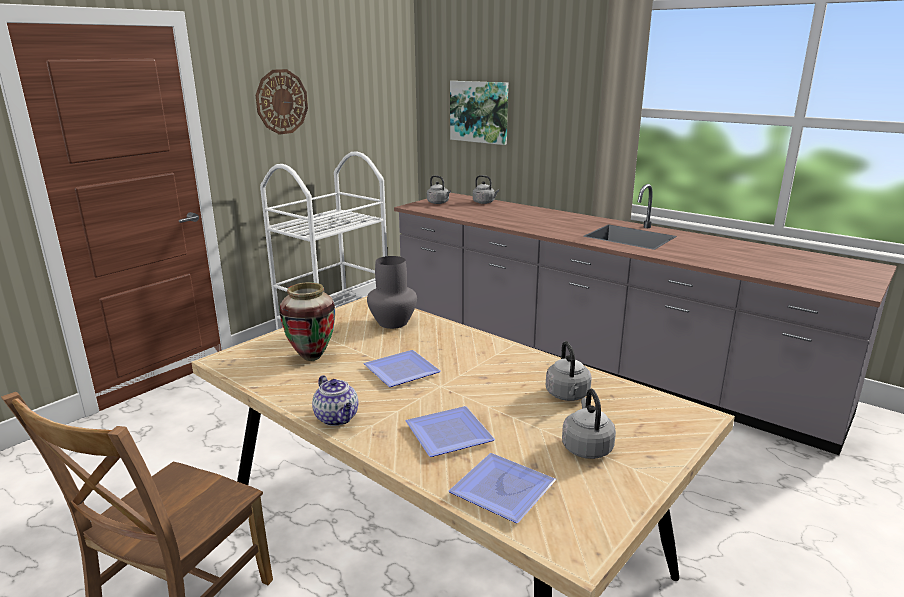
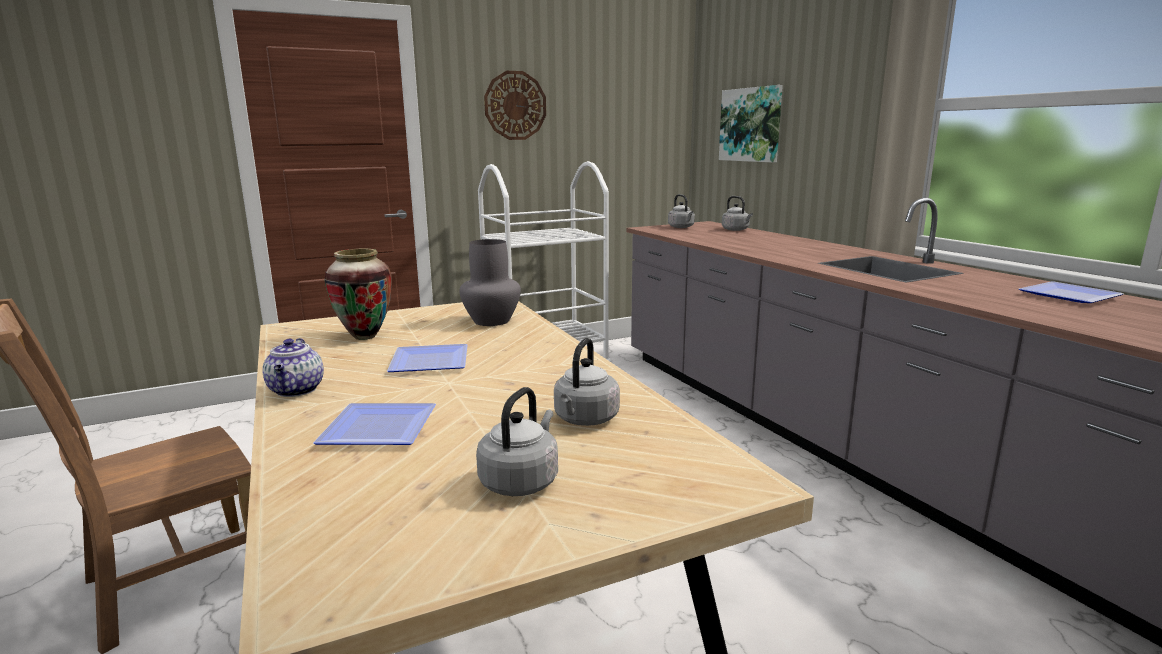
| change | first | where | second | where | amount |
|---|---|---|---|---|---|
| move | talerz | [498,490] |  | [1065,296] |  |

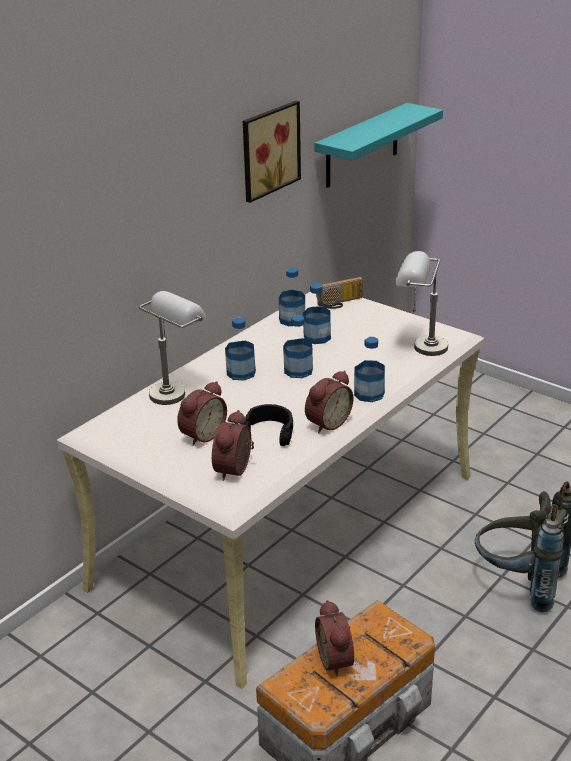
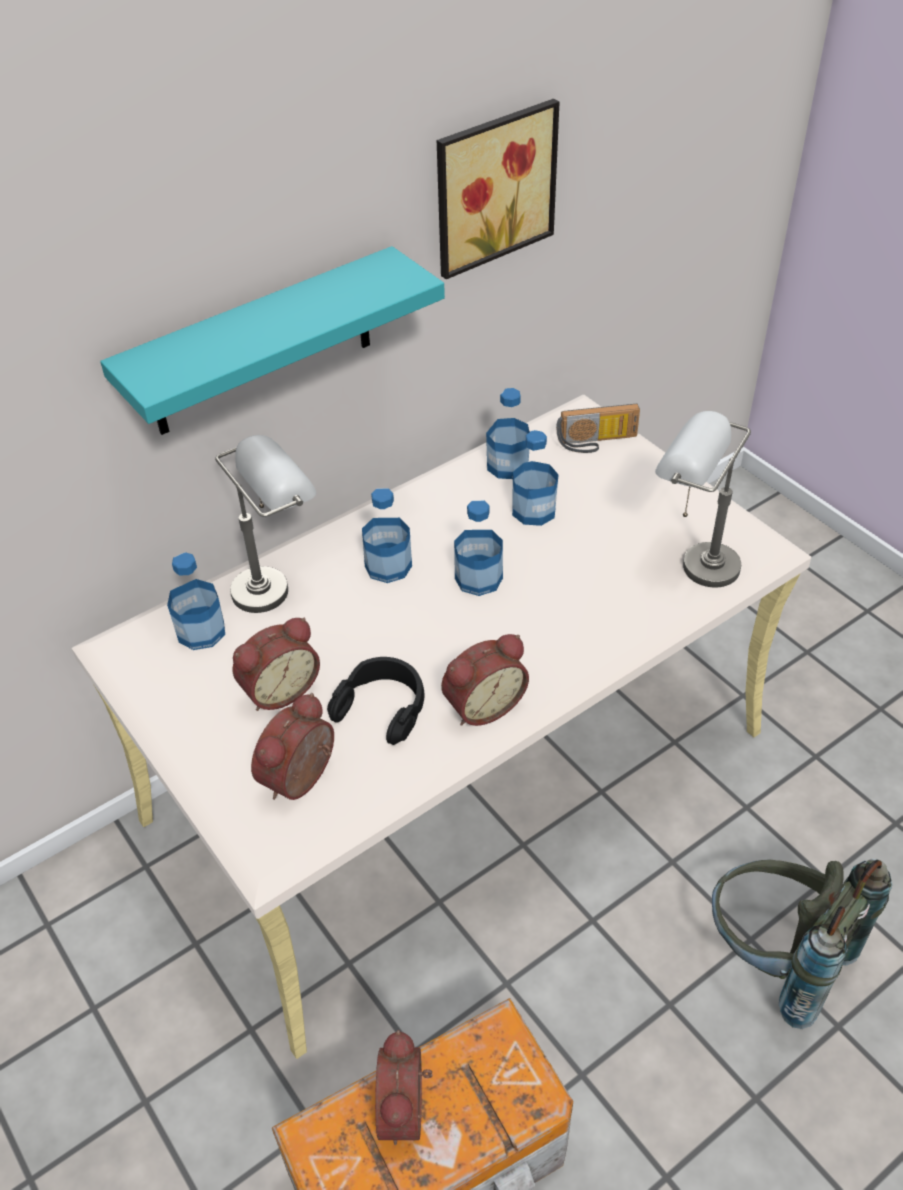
| change | first | where | second | where | amount |
|---|---|---|---|---|---|
| move | półka [turkusowy] | [362,146] |  | [261,344] |  |
| move | butelka | [369,394] |  | [201,631] |  |

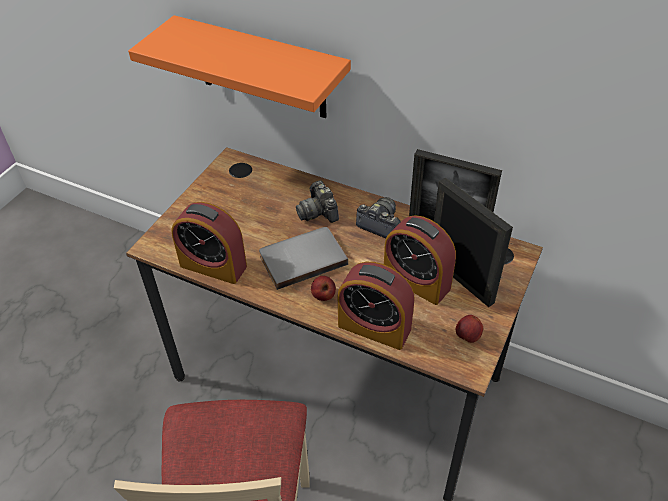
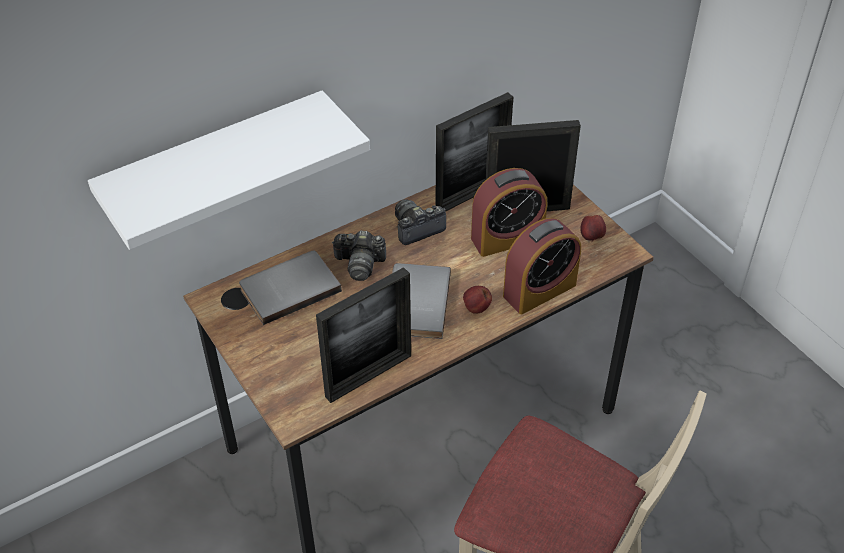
| change | first | where | second | where | amount |
|---|---|---|---|---|---|
| recolor | półka [pomarańczowy] | [261,68] | półka [biały] | [216,168] |  |
| insert |  |  | książka [szary] | [288,288] |  |
| replace | budzik | [213,266] | ramka na zdjęcie | [368,376] |  |

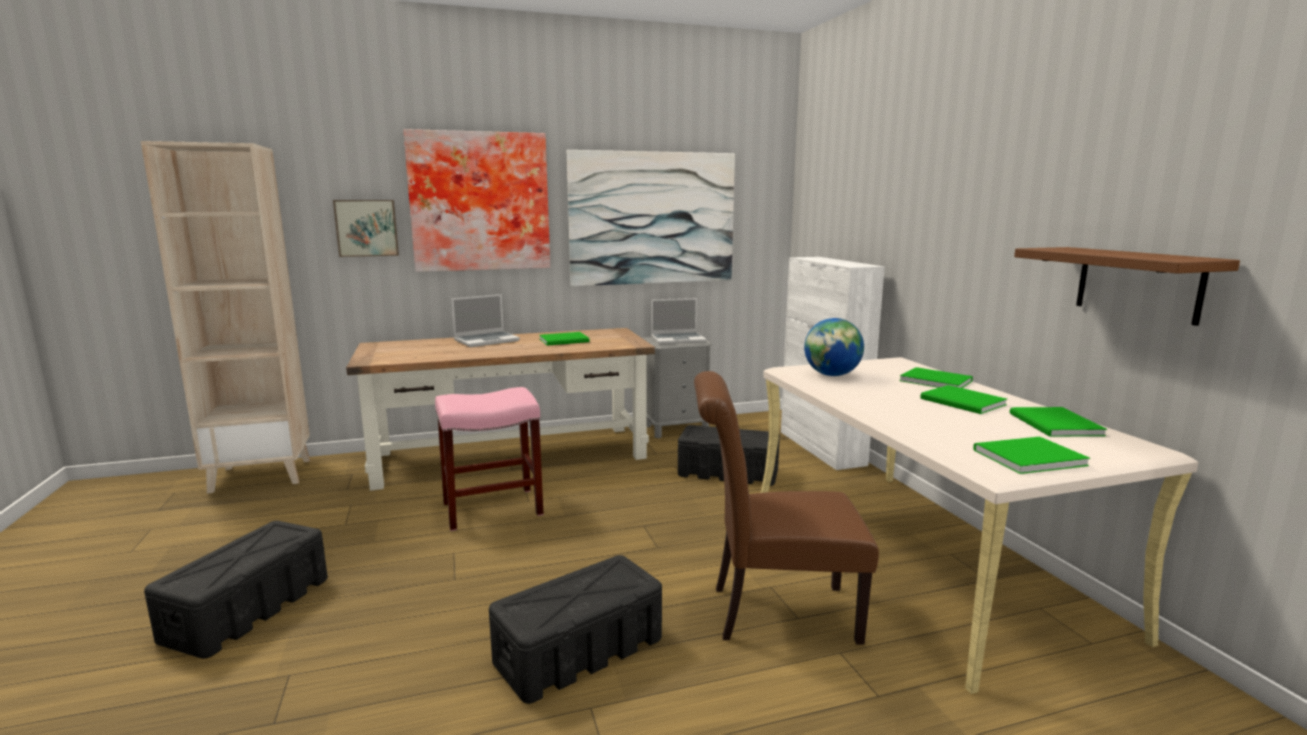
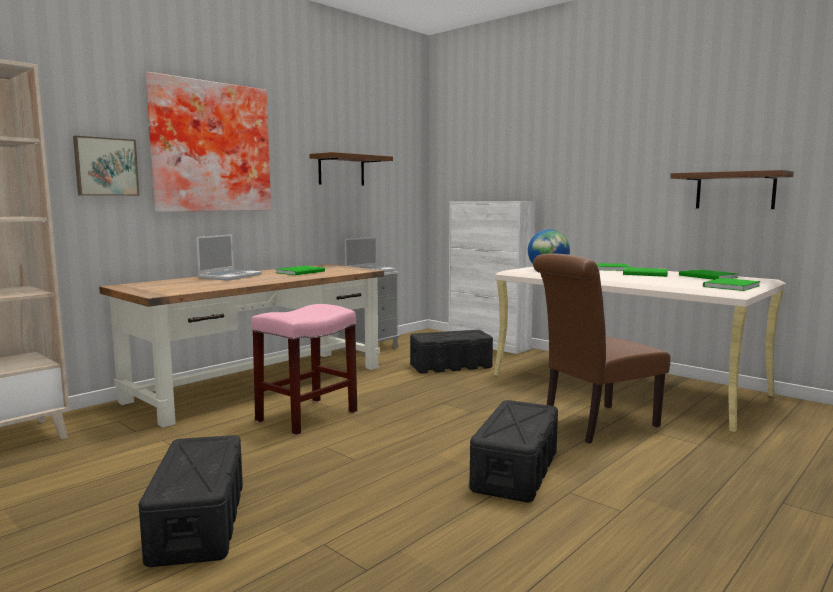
| change | first | where | second | where | amount |
|---|---|---|---|---|---|
| replace | obraz | [652,218] | półka [brązowy] | [341,170] |  |

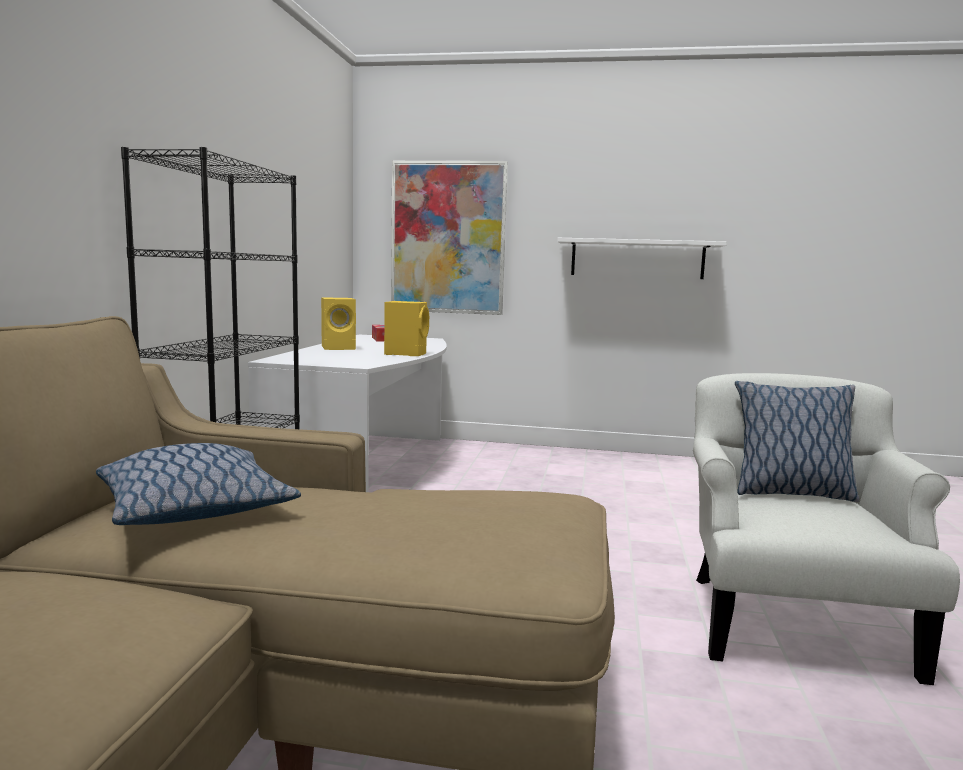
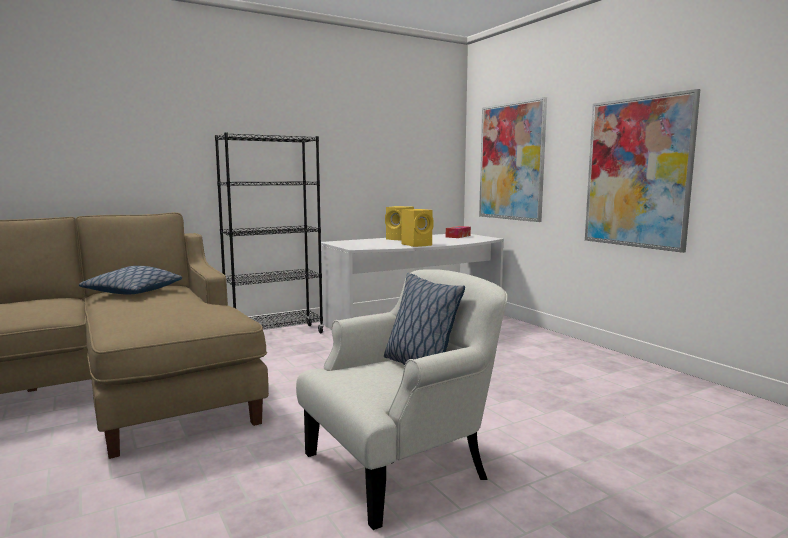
| change | first | where | second | where | amount |
|---|---|---|---|---|---|
| replace | półka [biały] | [637,259] | obraz | [637,173] |  |

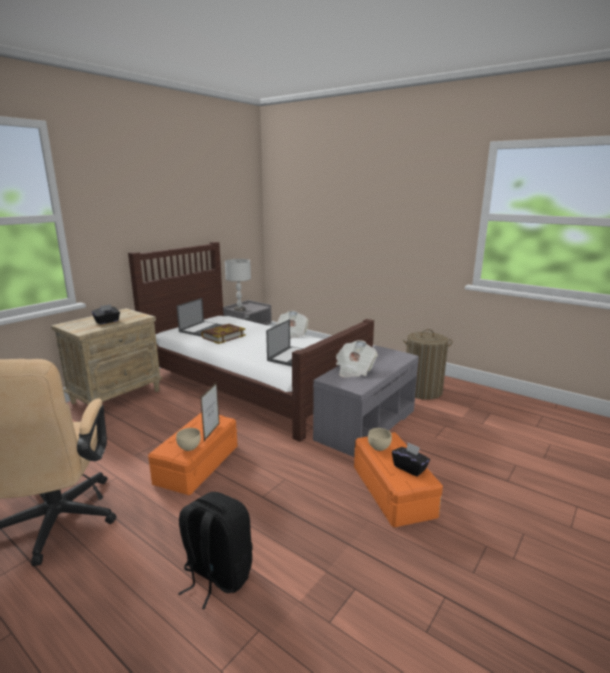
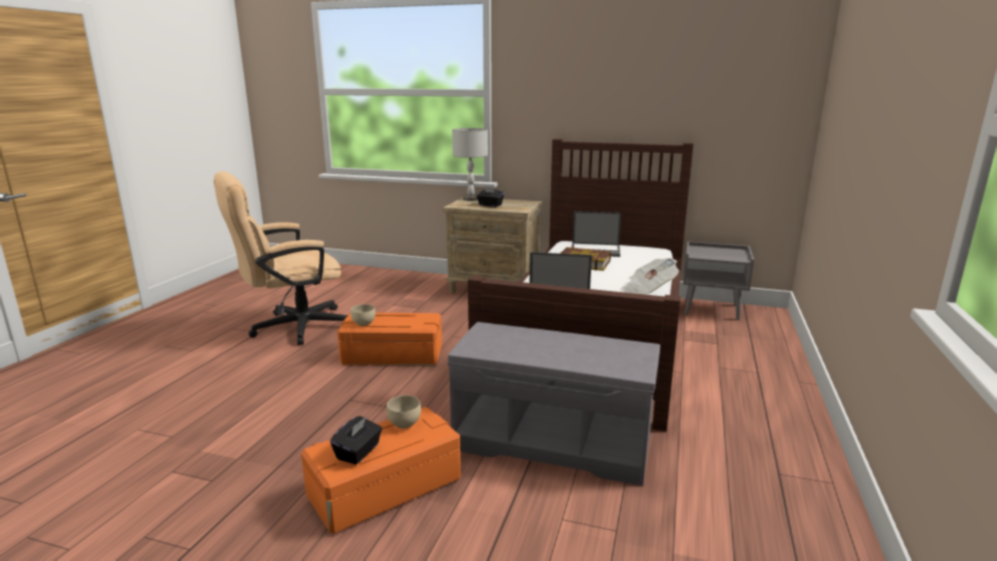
| change | first | where | second | where | amount |
|---|---|---|---|---|---|
| move | lampa stołowa [szary] | [239,309] |  | [470,199] |  |
| delete | plecak [czarny] | [216,575] |  |  |  |
| delete | ramka na zdjęcie | [212,432] |  |  |  |
| delete | gazeta | [354,370] |  |  |  |
| delete | kosz na pranie | [422,391] |  |  |  |

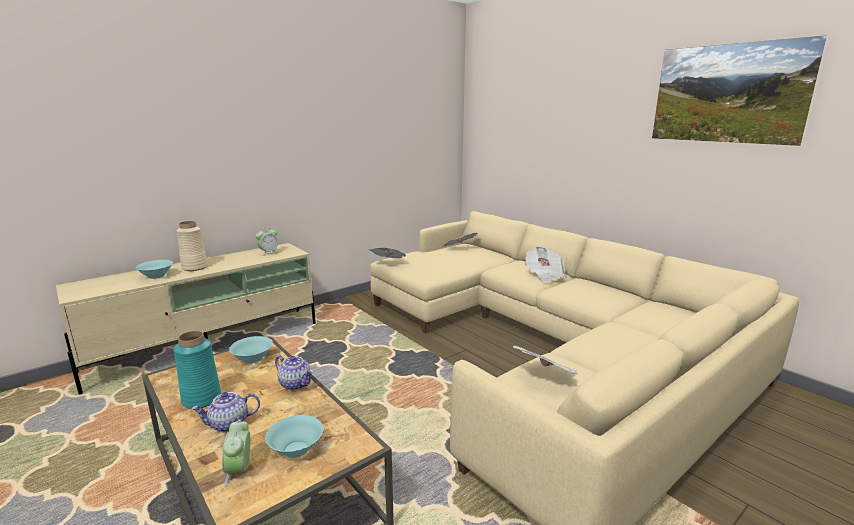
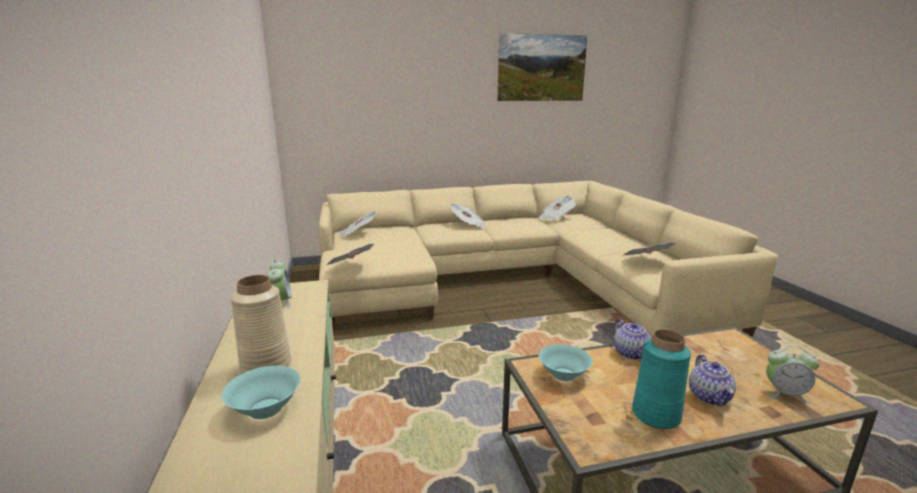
| change | first | where | second | where | amount |
|---|---|---|---|---|---|
| insert |  |  | gazeta | [555,217] |  |
| rotate | imbryk | [296,384] |  | [631,353] | 105 degrees clockwise |
| delete | miska [turkusowy] | [297,449] |  |  |  |

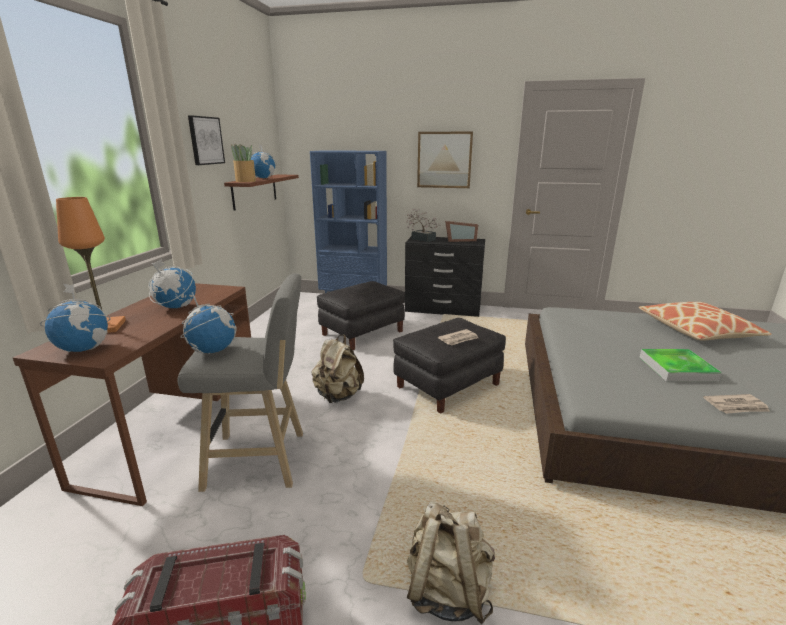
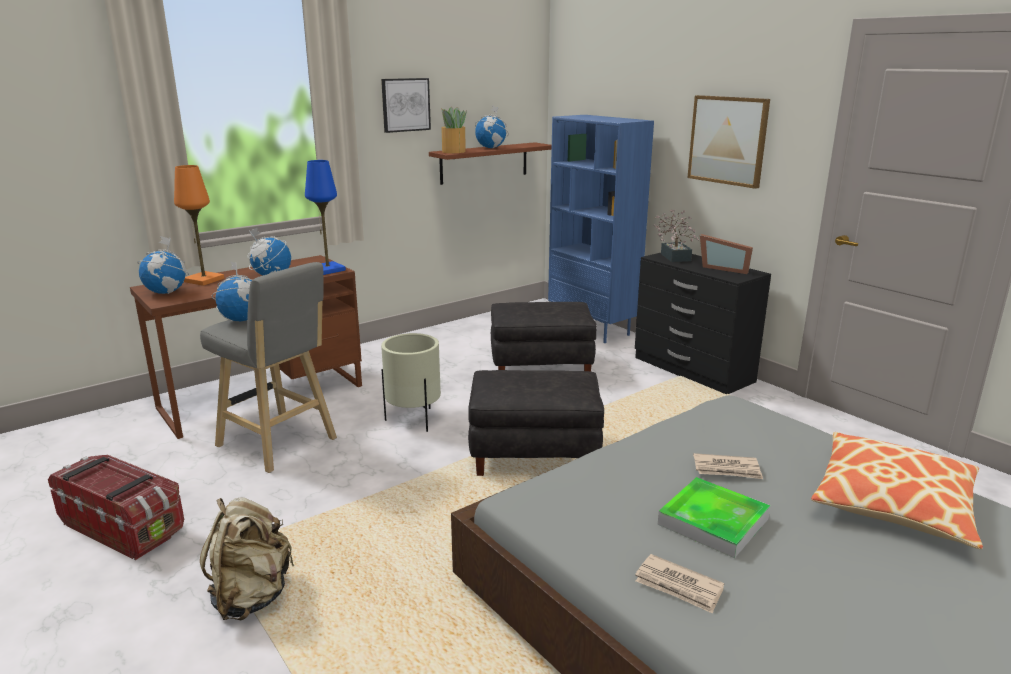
| change | first | where | second | where | amount |
|---|---|---|---|---|---|
| insert |  |  | lampa stołowa [niebieski] | [327,270] |  |
| replace | plecak [beżowy] | [338,396] | donica [beżowy] | [414,420] |  |
| move | gazeta | [459,339] |  | [727,469] |  |

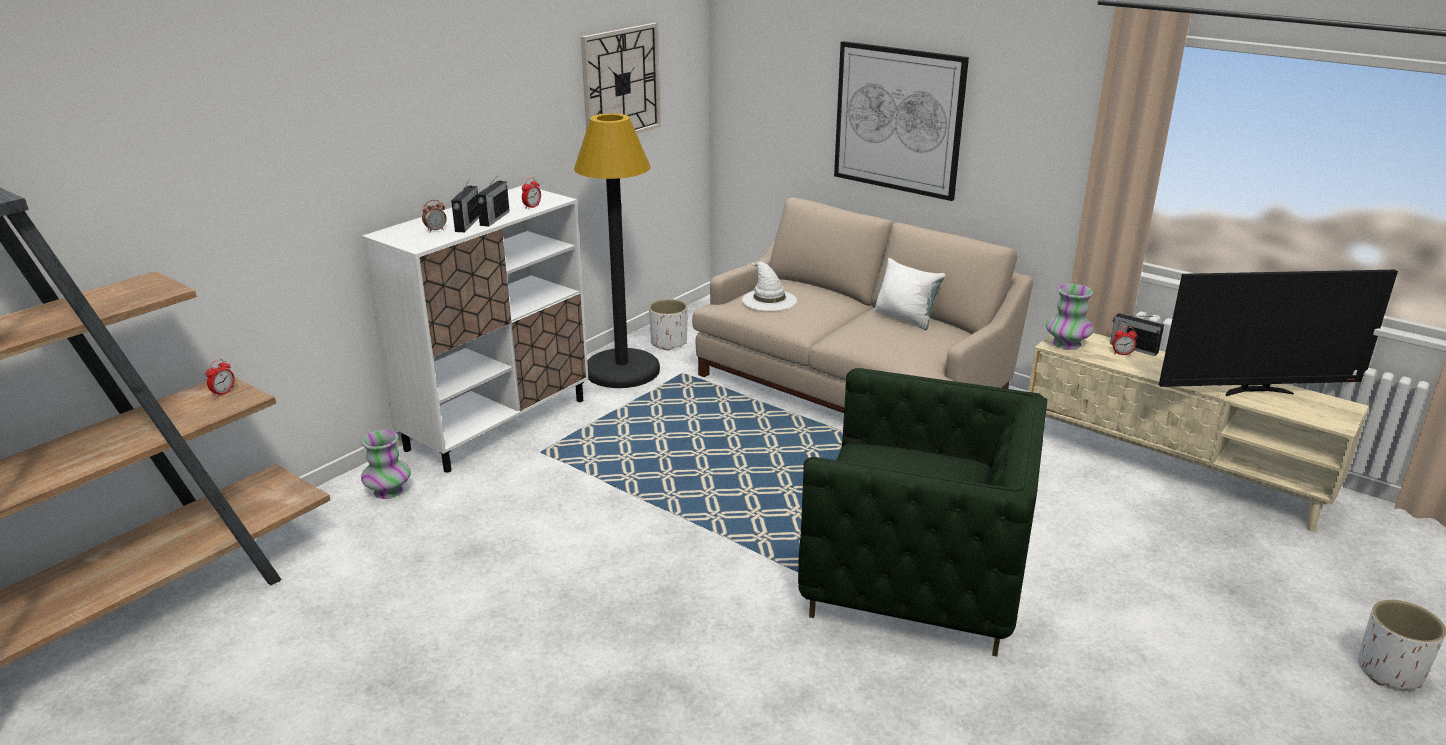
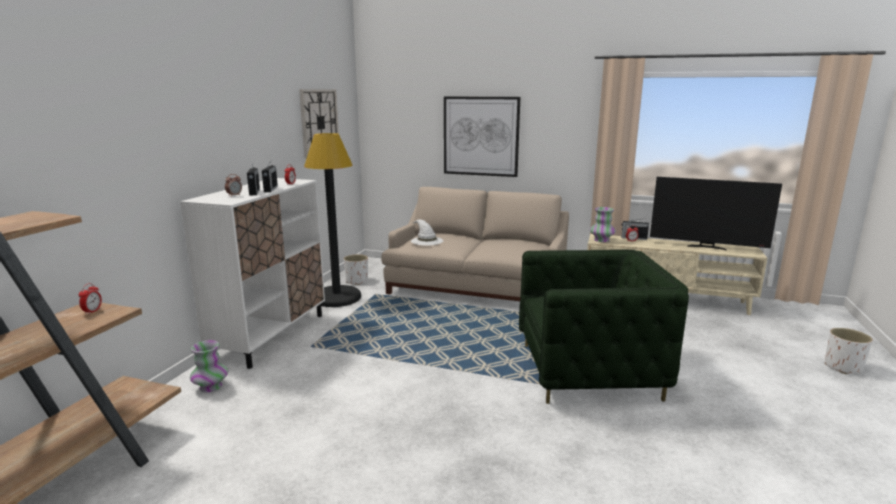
| change | first | where | second | where | amount |
|---|---|---|---|---|---|
| rotate | telewizor | [1256,391] |  | [706,247] | 45 degrees clockwise |
| delete | poduszka [biały] | [905,318] |  |  |  |

